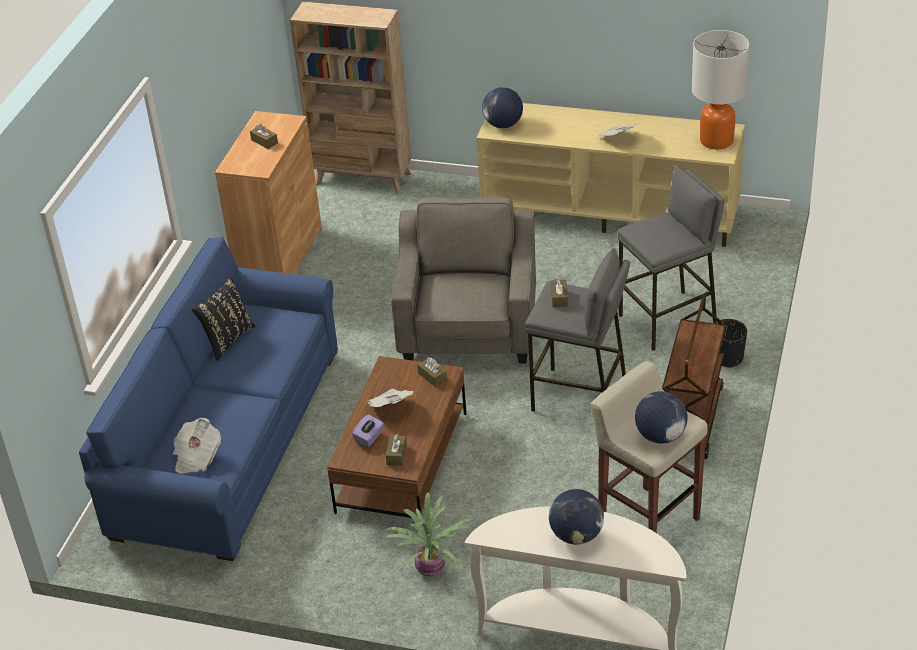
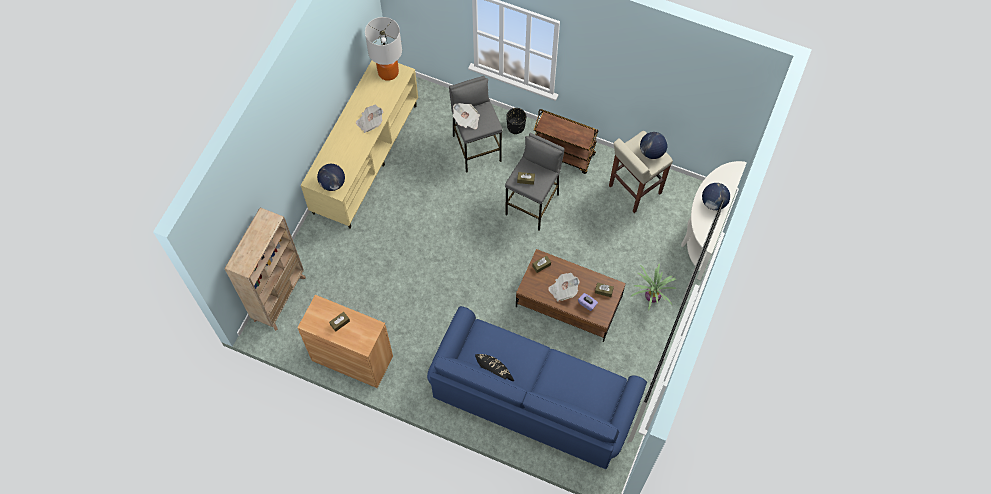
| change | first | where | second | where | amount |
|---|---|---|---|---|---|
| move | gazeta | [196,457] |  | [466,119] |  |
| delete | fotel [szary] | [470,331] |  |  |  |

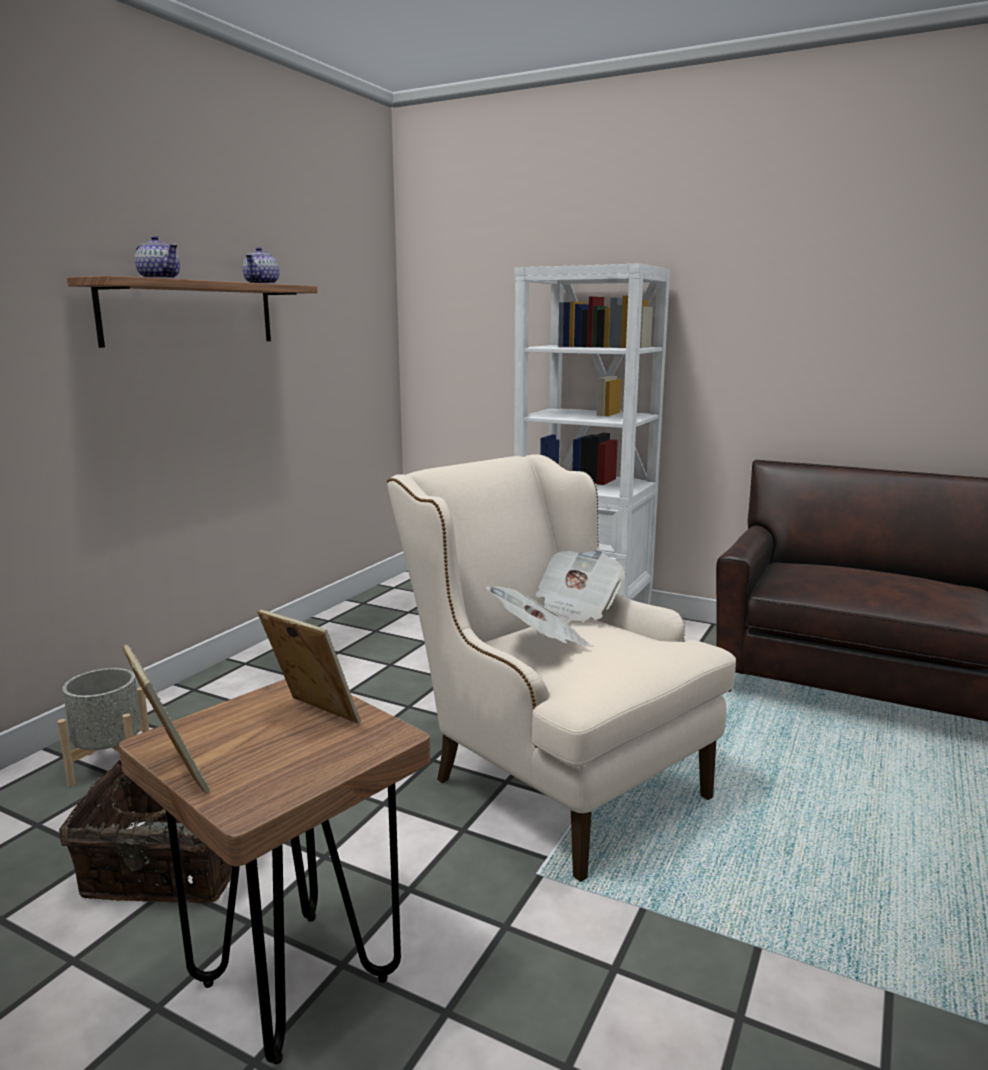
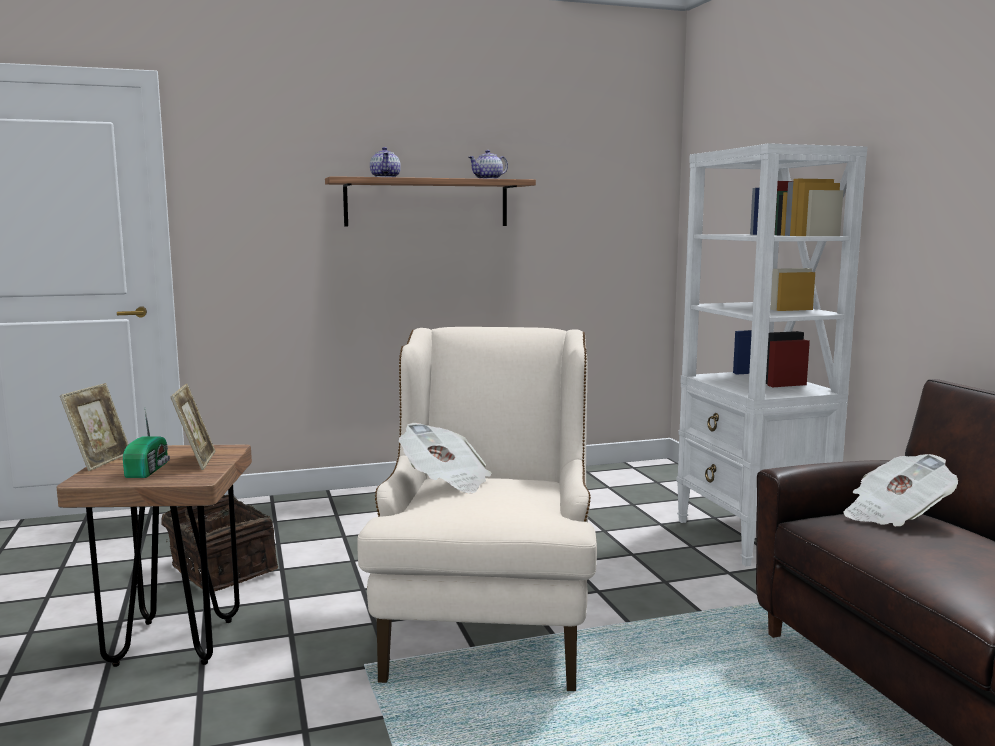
| change | first | where | second | where | amount |
|---|---|---|---|---|---|
| insert |  |  | radio | [149,469] |  |
| move | gazeta | [575,608] |  | [894,515] |  |
| delete | donica [szary] | [112,765] |  |  |  |

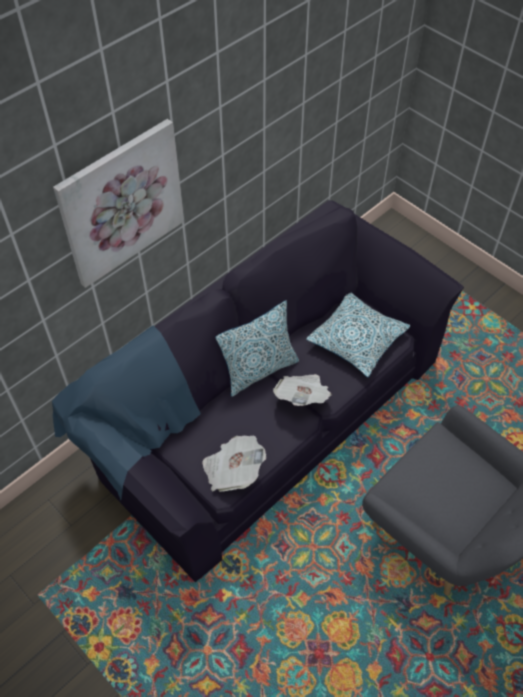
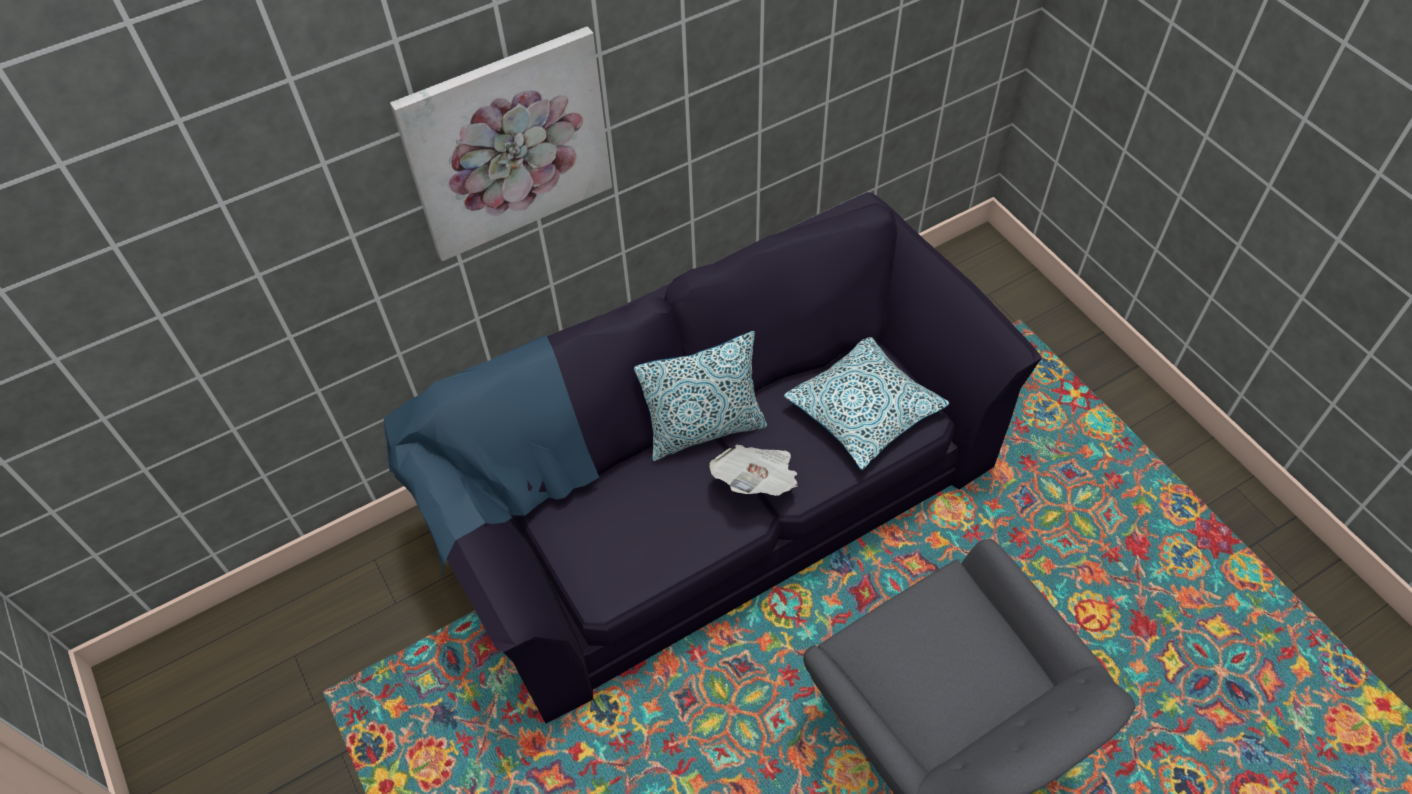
| change | first | where | second | where | amount |
|---|---|---|---|---|---|
| delete | gazeta | [233,471] |  |  |  |

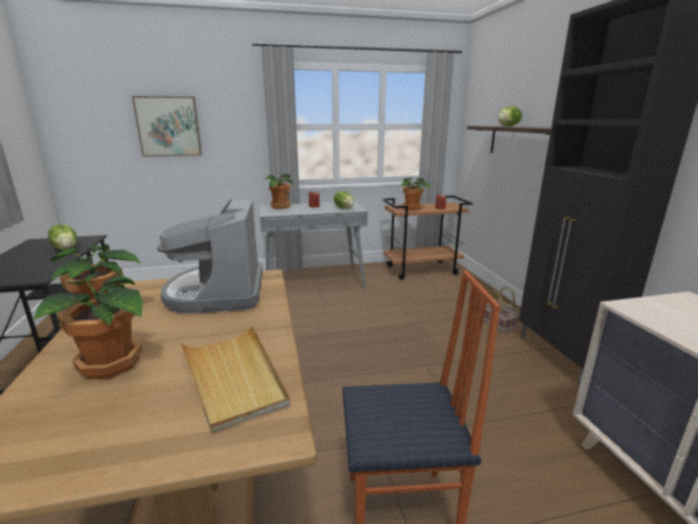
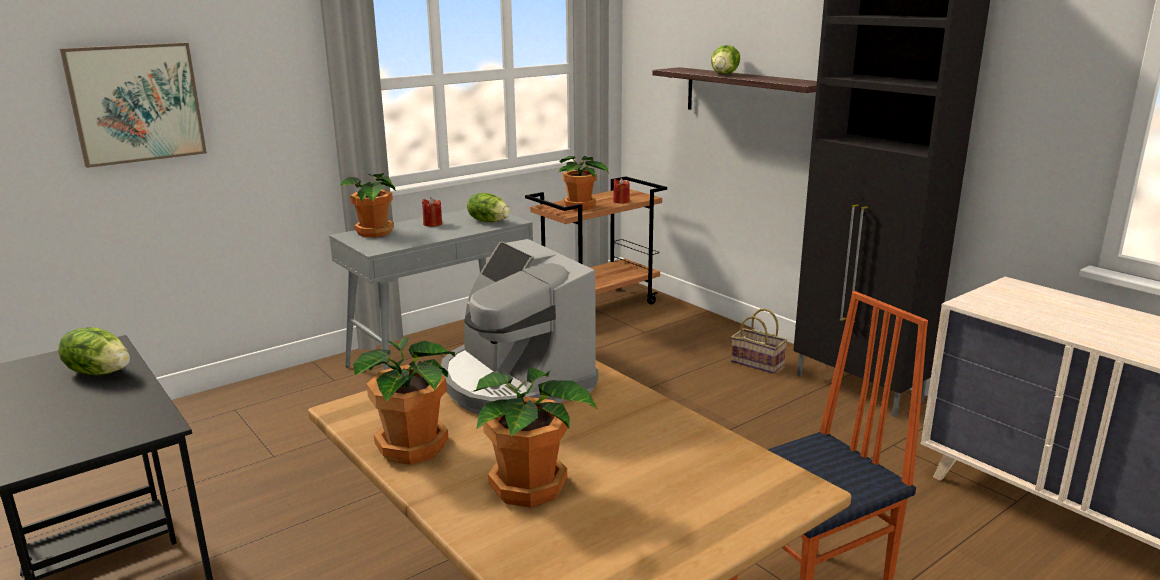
| change | first | where | second | where | amount |
|---|---|---|---|---|---|
| delete | taca [beżowy] | [233,377] |  |  |  |

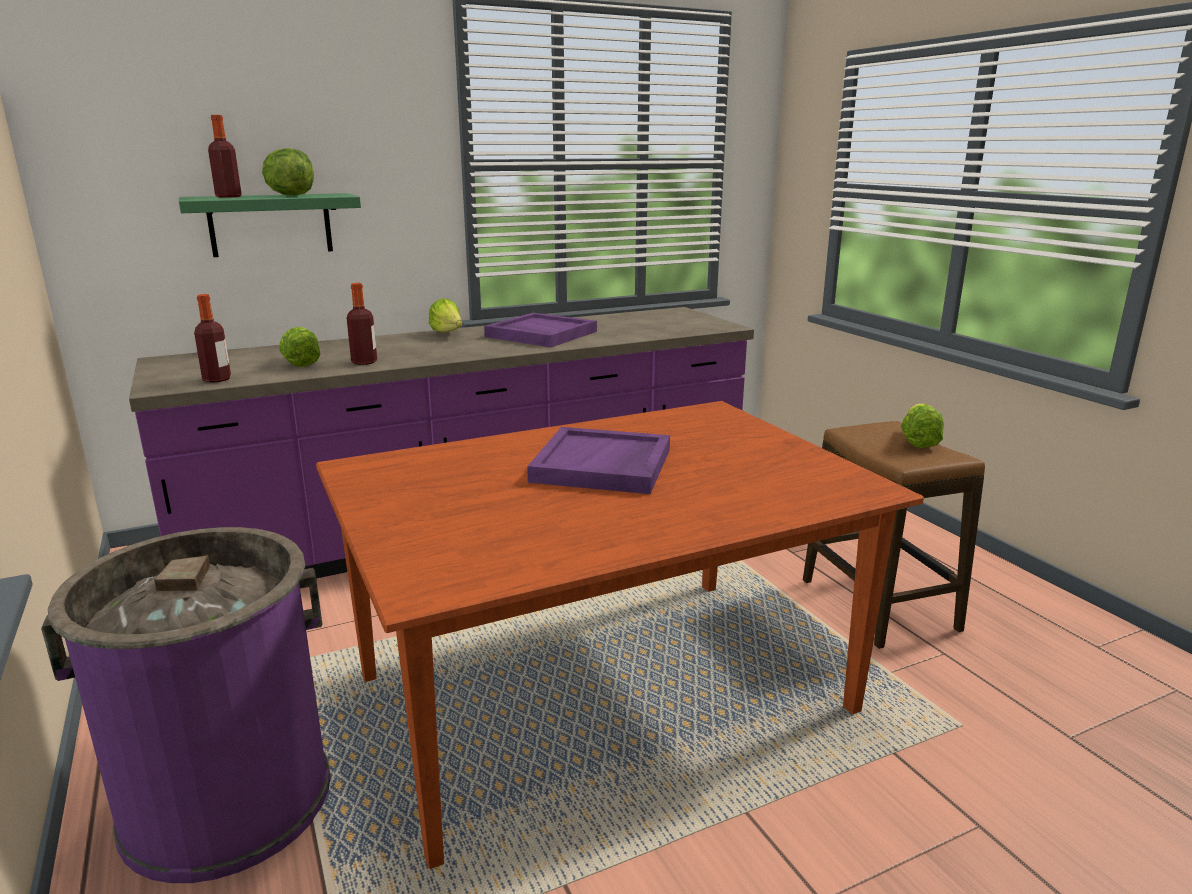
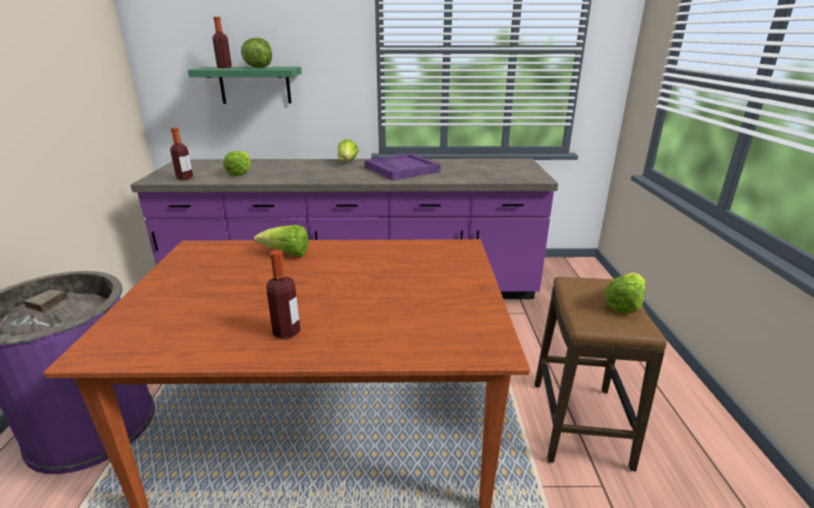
| change | first | where | second | where | amount |
|---|---|---|---|---|---|
| insert |  |  | sałata | [286,254] |  |
| move | butelka | [364,362] |  | [286,332] |  |
| delete | taca [fioletowy] | [603,466] |  |  |  |

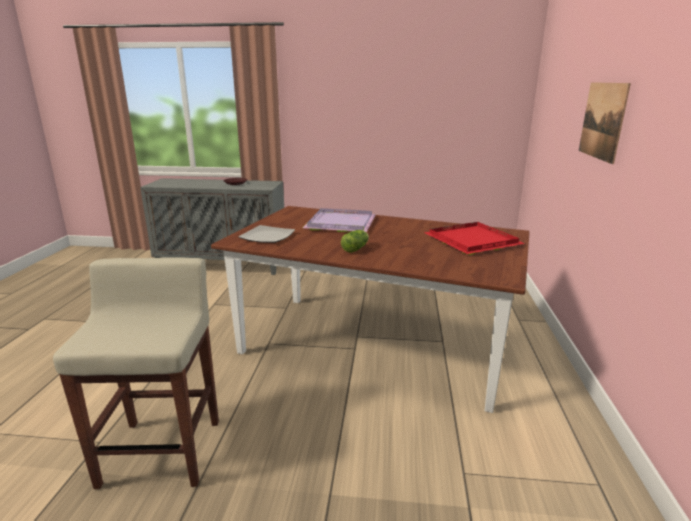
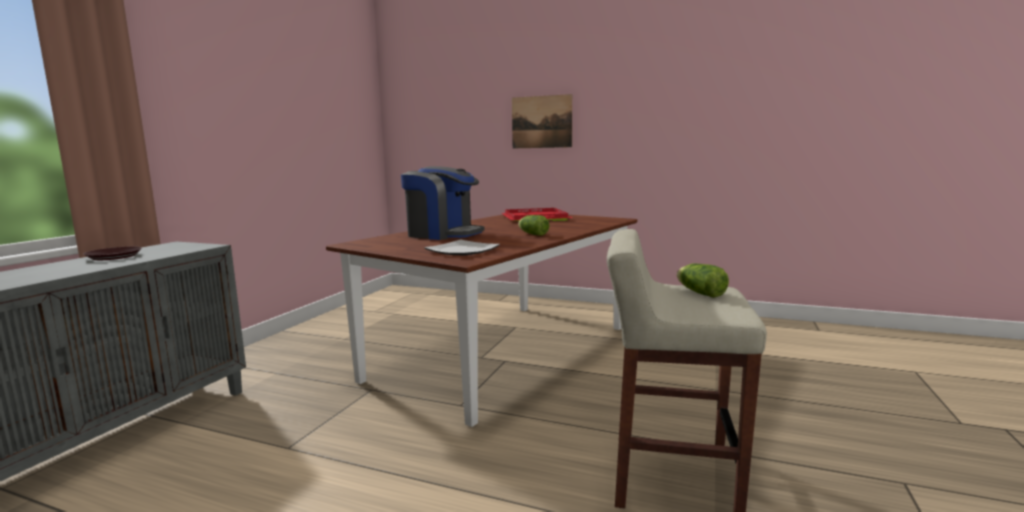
| change | first | where | second | where | amount |
|---|---|---|---|---|---|
| replace | taca [fioletowy] | [342,223] | ekspres do kawy | [443,234] |  |
| insert |  |  | sałata | [699,292] |  |

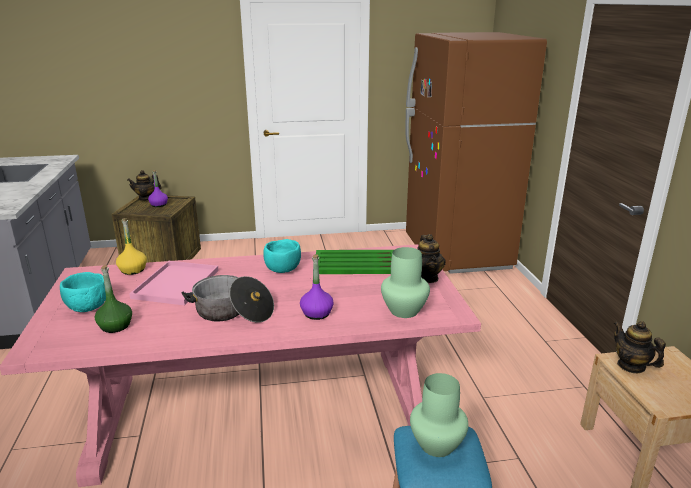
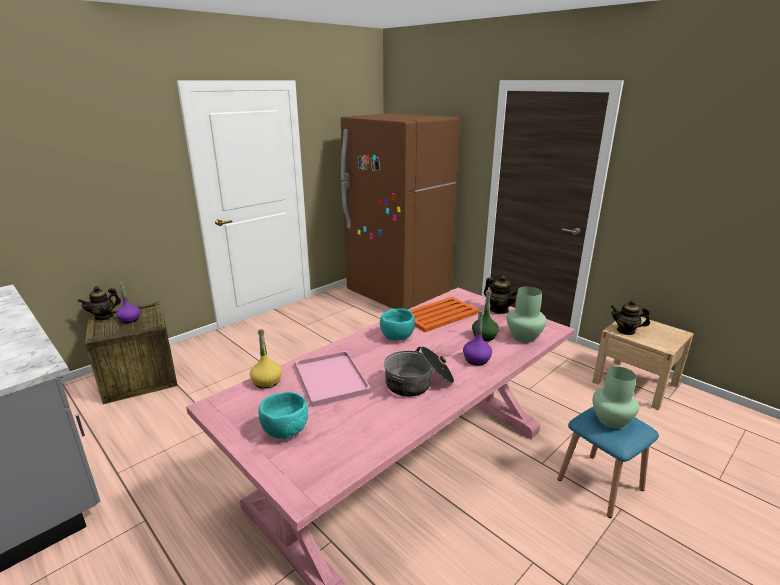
| change | first | where | second | where | amount |
|---|---|---|---|---|---|
| recolor | taca [zielony] | [356,263] | taca [pomarańczowy] | [440,315] |  |
| move | butelka [zielony] | [115,326] |  | [484,336] |  |

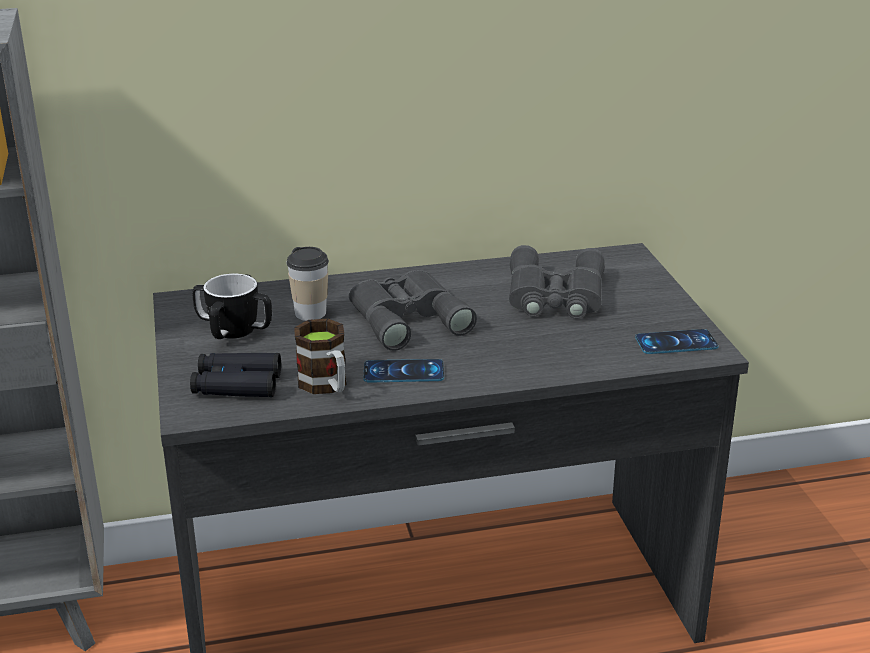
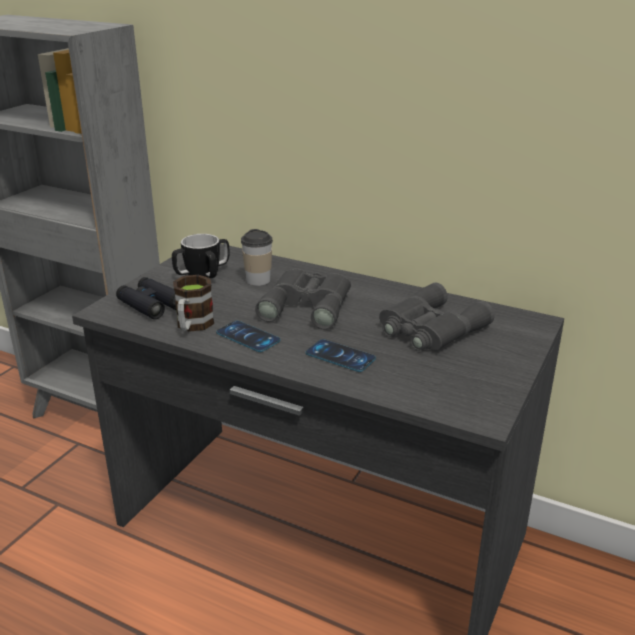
| change | first | where | second | where | amount |
|---|---|---|---|---|---|
| move | telefon | [676,342] |  | [340,356] |  |

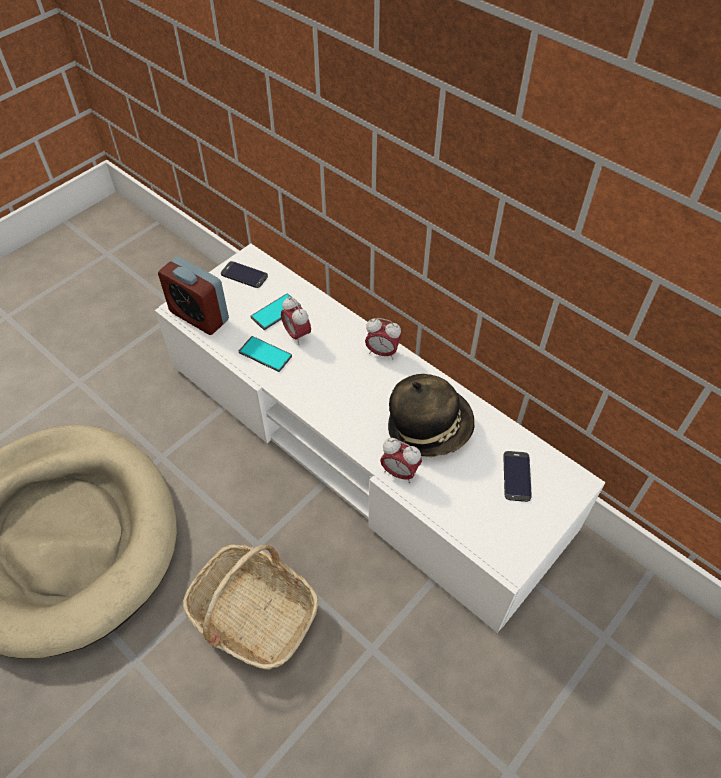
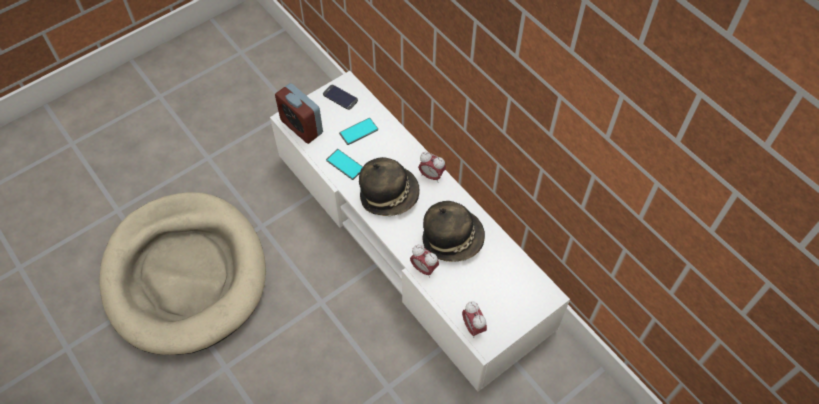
| change | first | where | second | where | amount |
|---|---|---|---|---|---|
| insert |  |  | kapelusz | [389,195] |  |
| move | budzik | [297,335] |  | [473,327] |  |
| delete | koszyk | [253,614] |  |  |  |
| delete | telefon | [517,476] |  |  |  |

